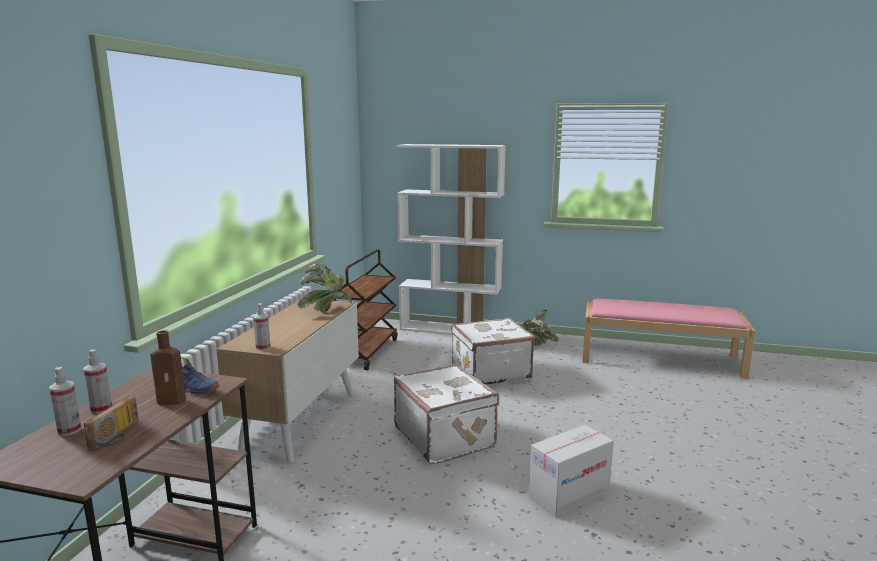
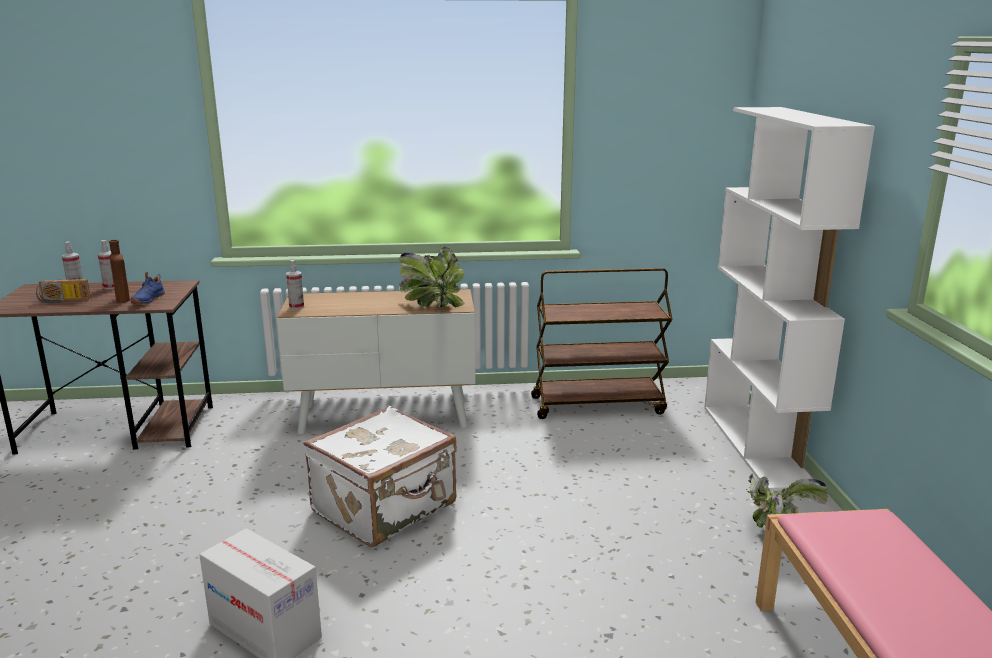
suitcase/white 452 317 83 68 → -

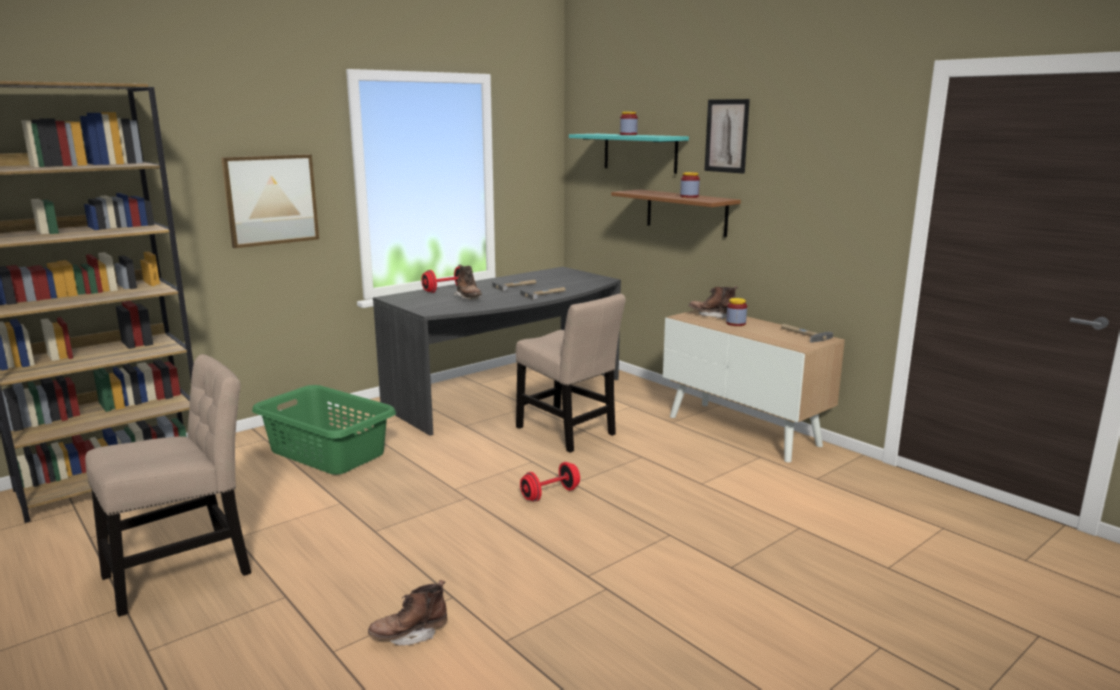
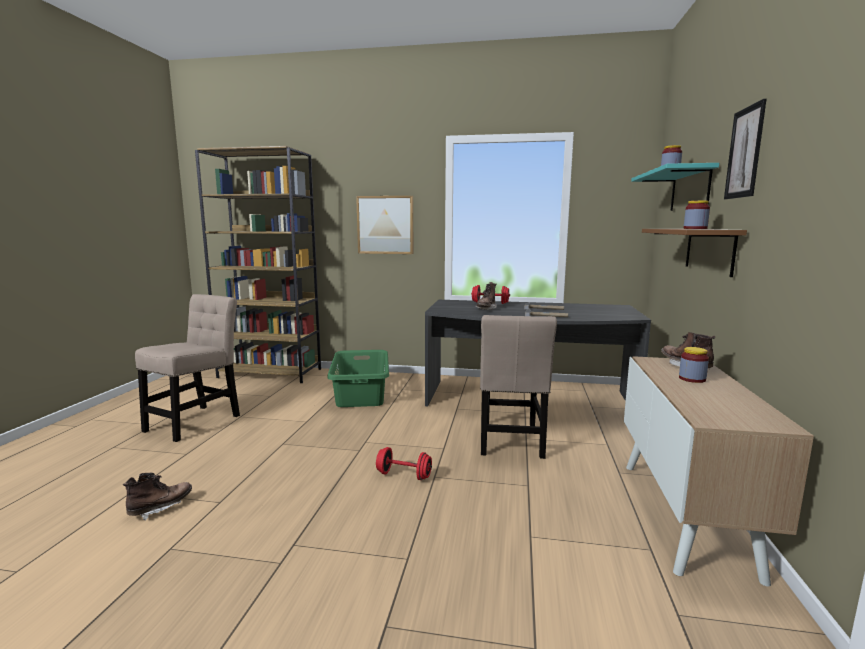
hammer 781 324 52 19 → -
chair/beige 85 354 166 263 → chair/beige 135 294 105 148, 75 degrees counterclockwise
boot/brown 368 580 79 66 → boot/brown 123 473 69 47, 105 degrees clockwise

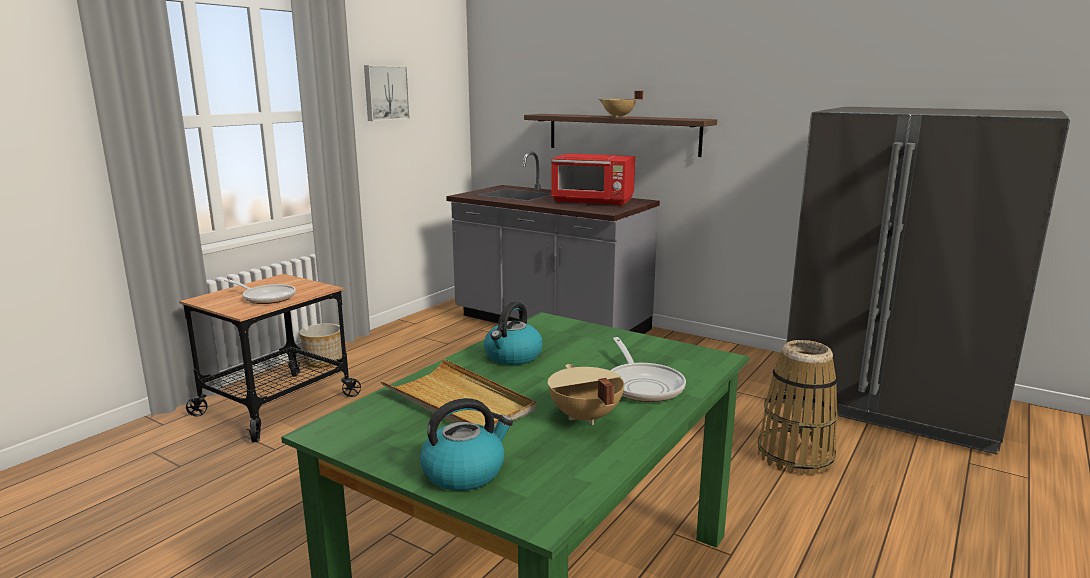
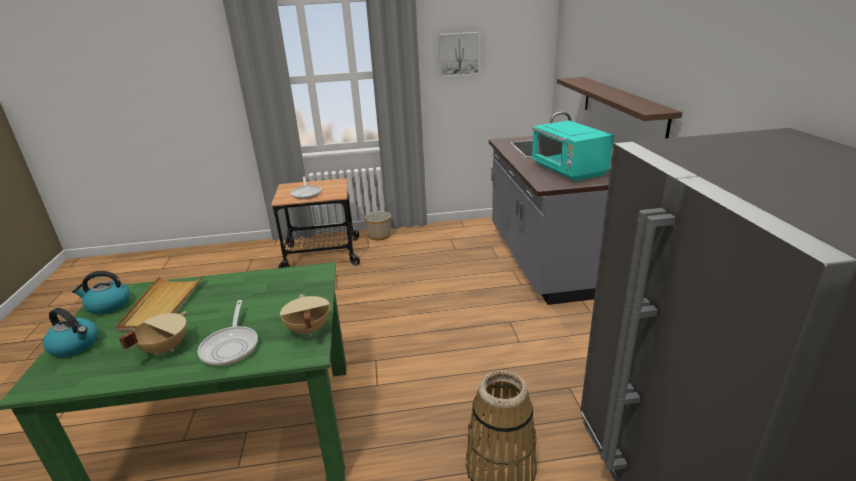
cooking pot/beige 599 91 45 26 → cooking pot/beige 280 294 50 42, move
microwave/red 551 154 84 52 → microwave/turquoise 532 120 82 62
kettle 484 302 59 63 → kettle 72 271 58 43, move
frying pan 610 337 76 65 → frying pan 198 300 60 66, 45 degrees counterclockwise

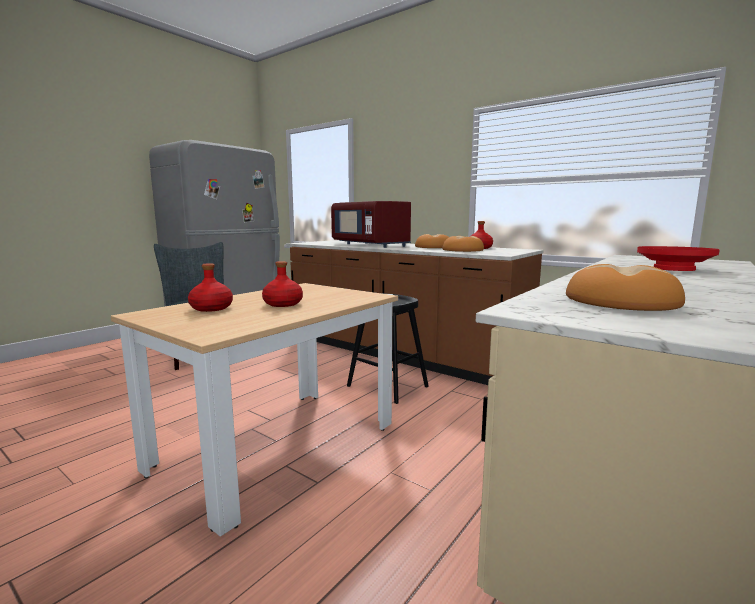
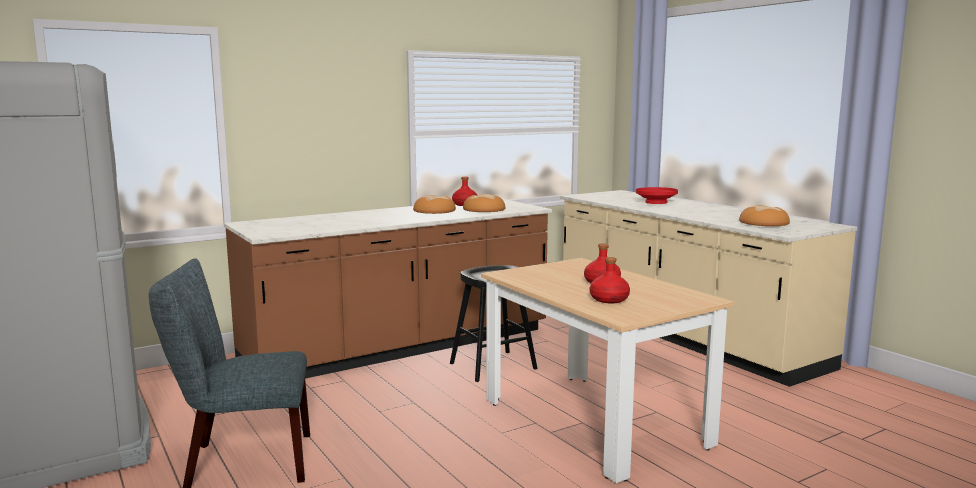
microwave/red 331 201 80 47 → -

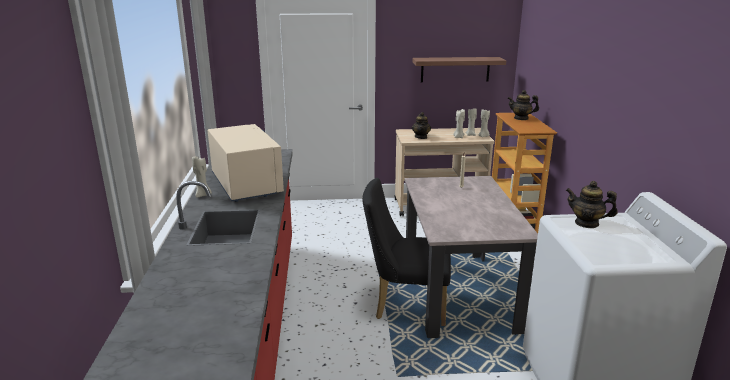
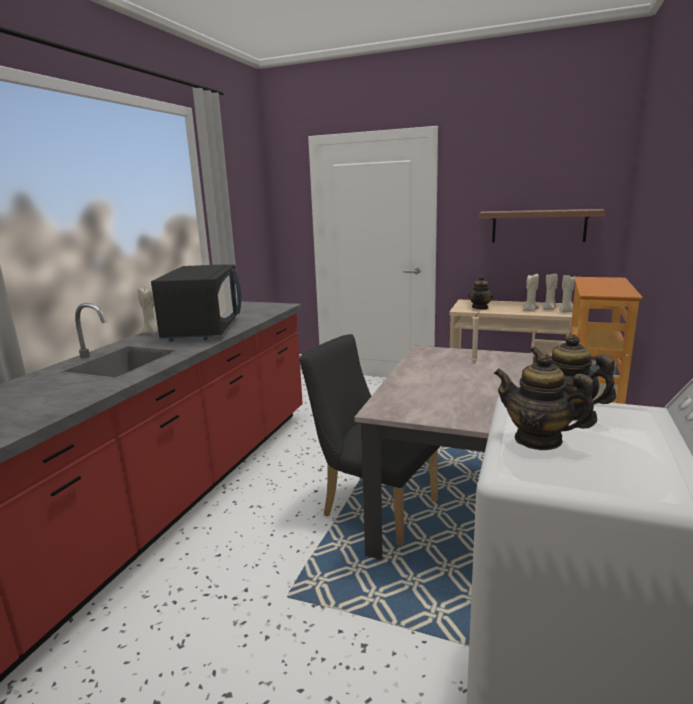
teapot 507 90 32 30 → teapot 494 353 103 97, move
microwave/beige 208 124 76 78 → microwave/black 151 264 90 77

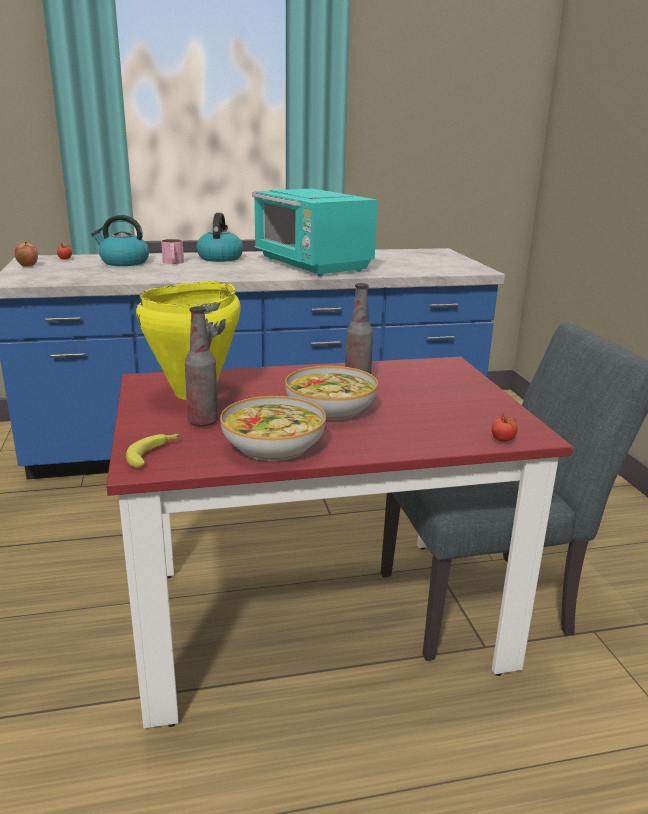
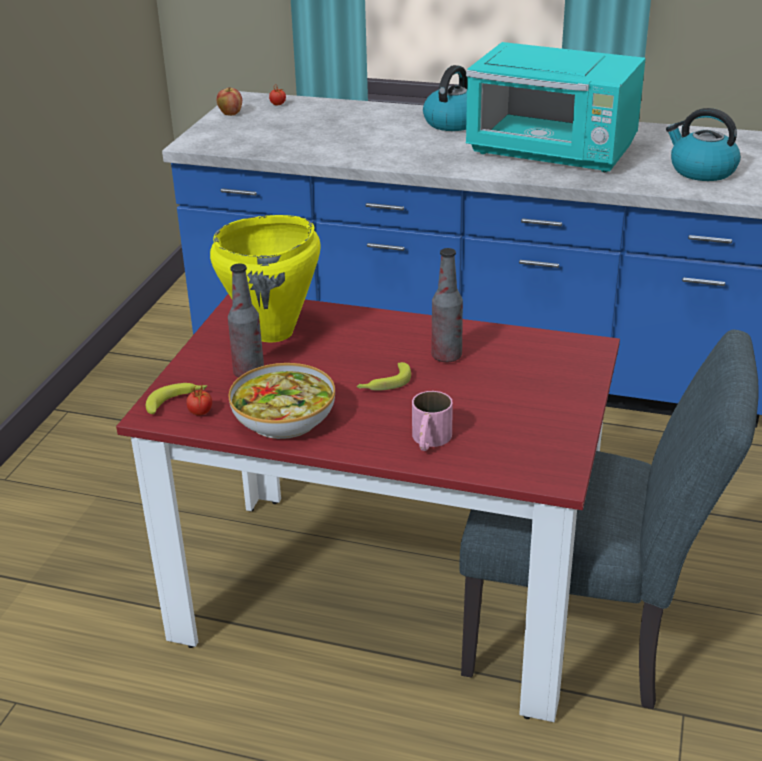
microwave/turquoise 252 189 126 87 → microwave/turquoise 466 42 180 130, 60 degrees counterclockwise
kettle 91 215 58 51 → kettle 666 108 75 73, move
mug/pink 161 239 23 25 → mug/pink 412 391 41 60, move
bowl 285 366 93 54 → banana 357 362 54 29
tomato 492 411 25 31 → tomato 186 385 26 31, move

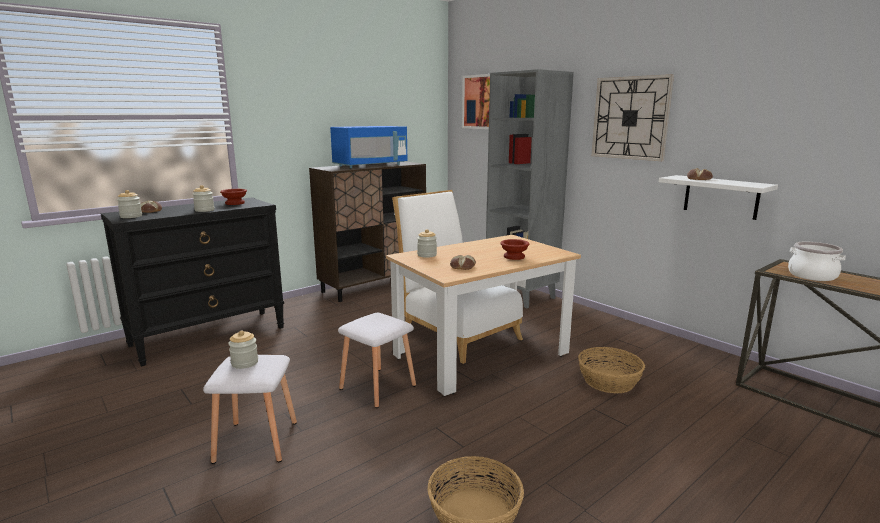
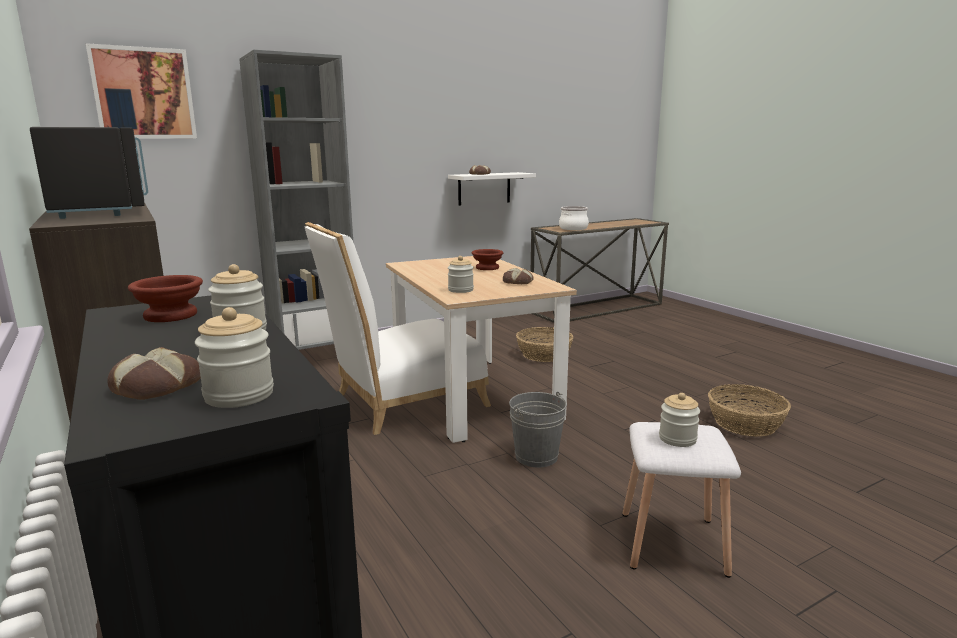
wall clock 592 74 82 87 → -
microwave/blue 330 126 77 42 → microwave/black 30 127 118 92
stool/white 338 313 78 95 → bucket/grey 509 392 58 75

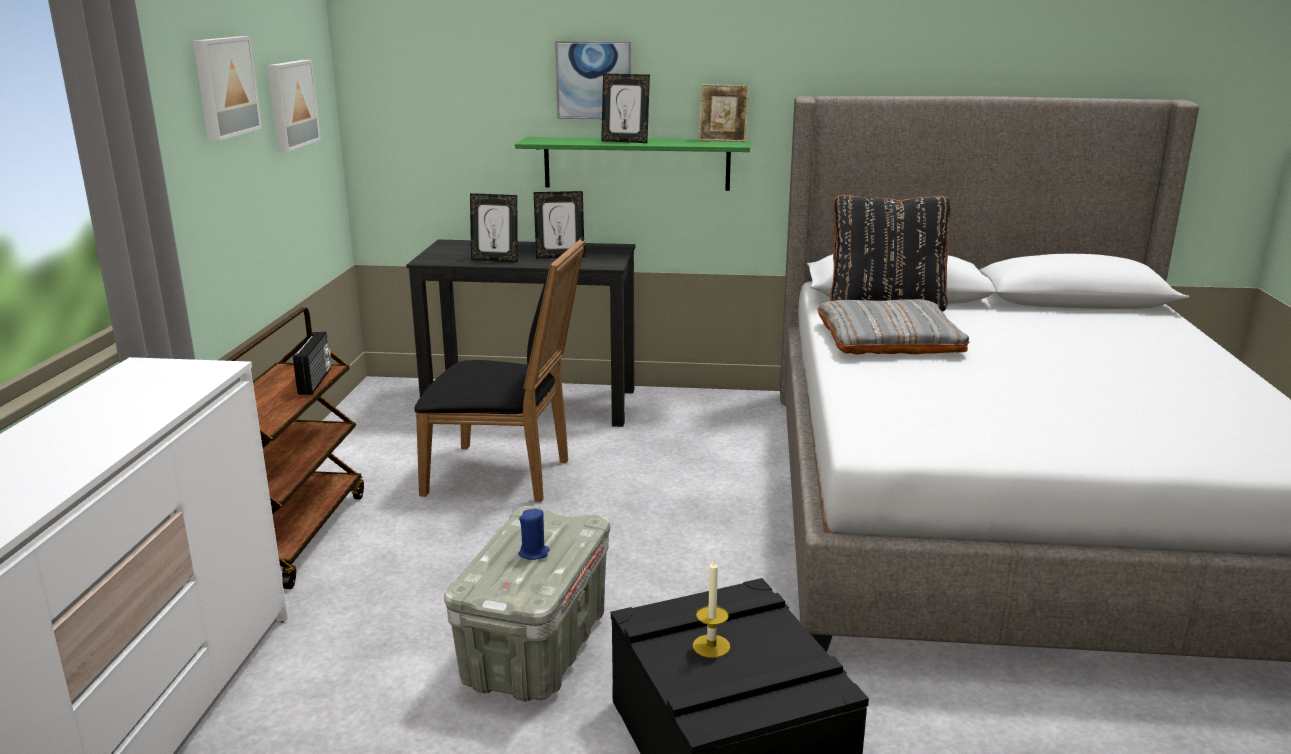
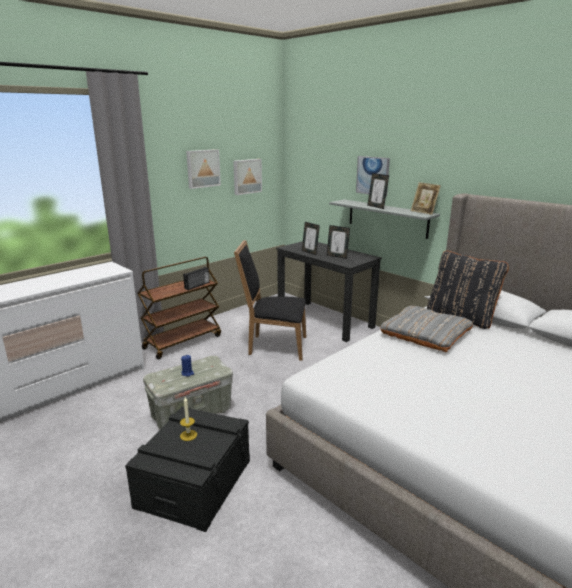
shelf/green 515 137 235 54 → shelf/grey 329 199 111 40
chair/black 415 239 170 263 → chair/black 234 240 72 121, 135 degrees clockwise

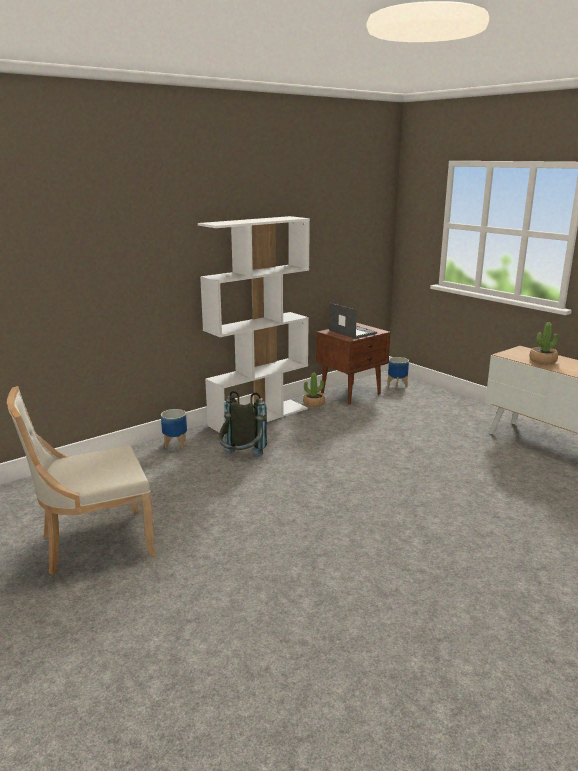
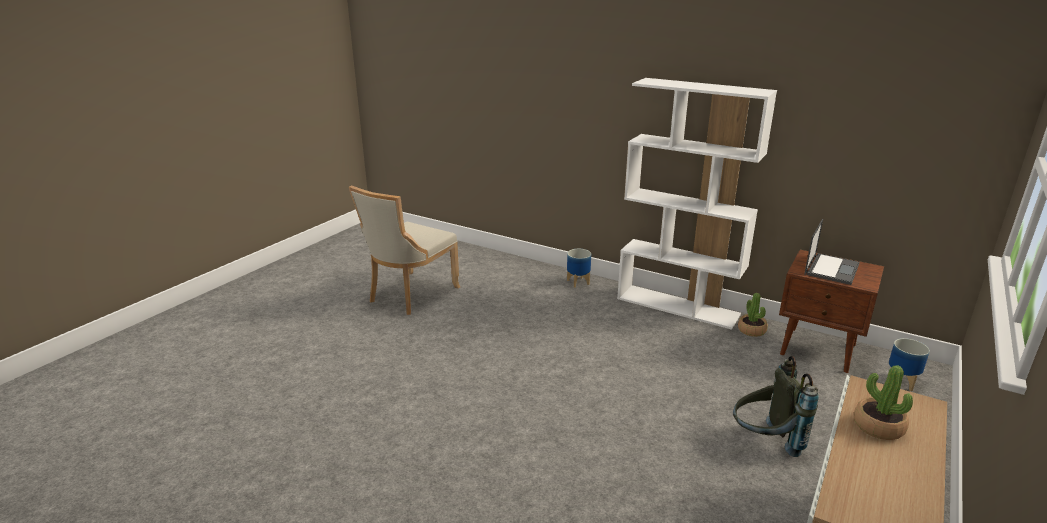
chair/beige 7 386 150 189 → chair/beige 349 185 111 130, 105 degrees counterclockwise
backpack/grey 219 391 48 65 → backpack/grey 733 356 86 101, move

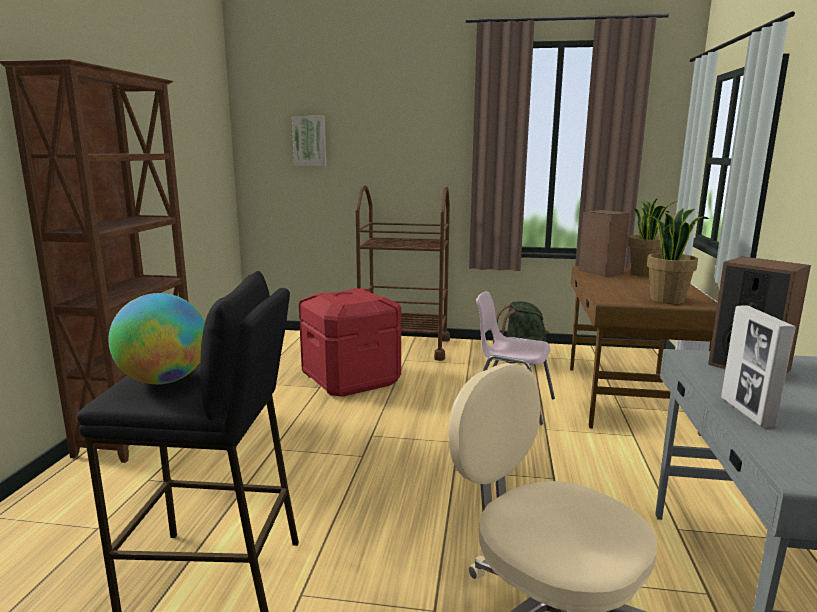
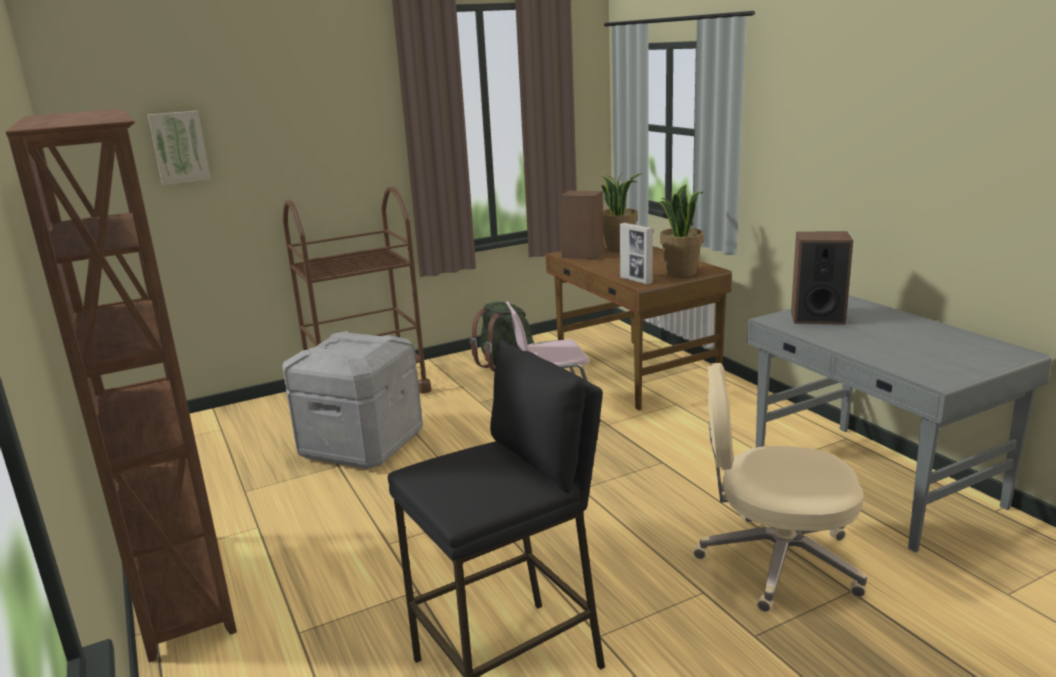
storage box/red 299 288 102 109 → storage box/grey 282 331 141 138
globe 108 293 97 91 → -
picture frame 721 305 75 123 → picture frame 620 223 33 62, move

